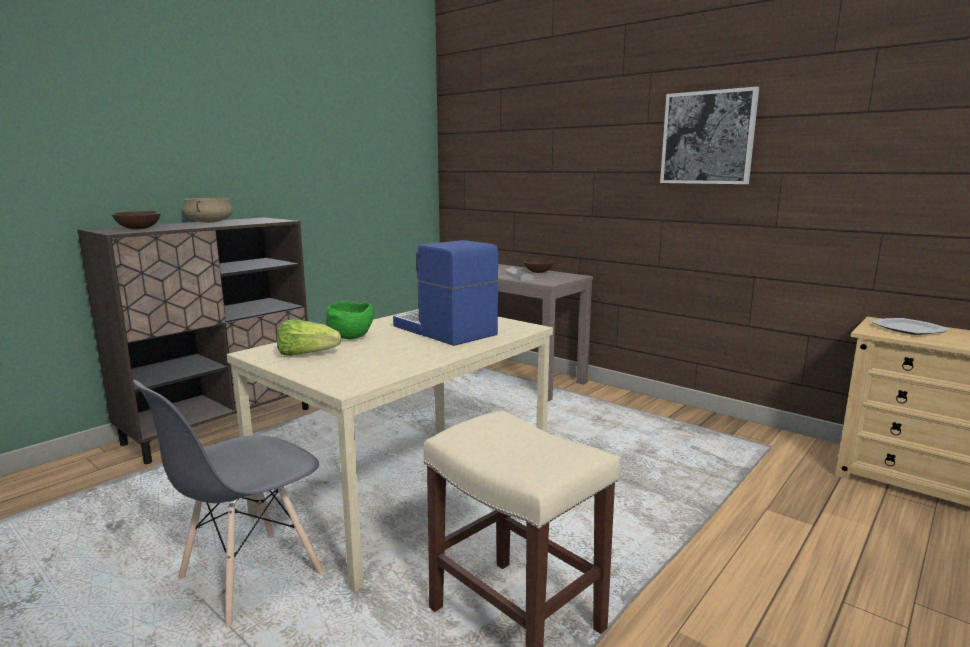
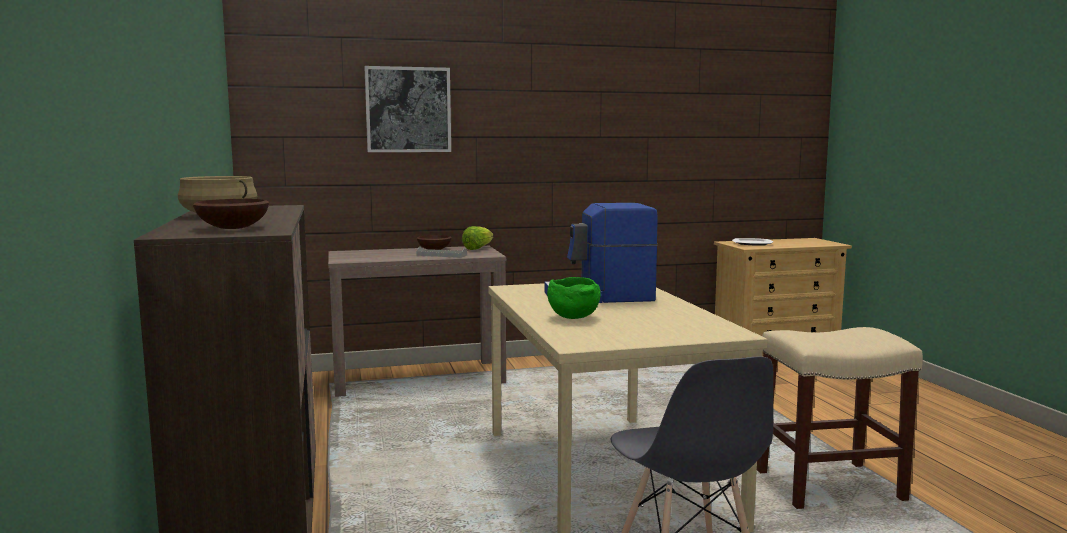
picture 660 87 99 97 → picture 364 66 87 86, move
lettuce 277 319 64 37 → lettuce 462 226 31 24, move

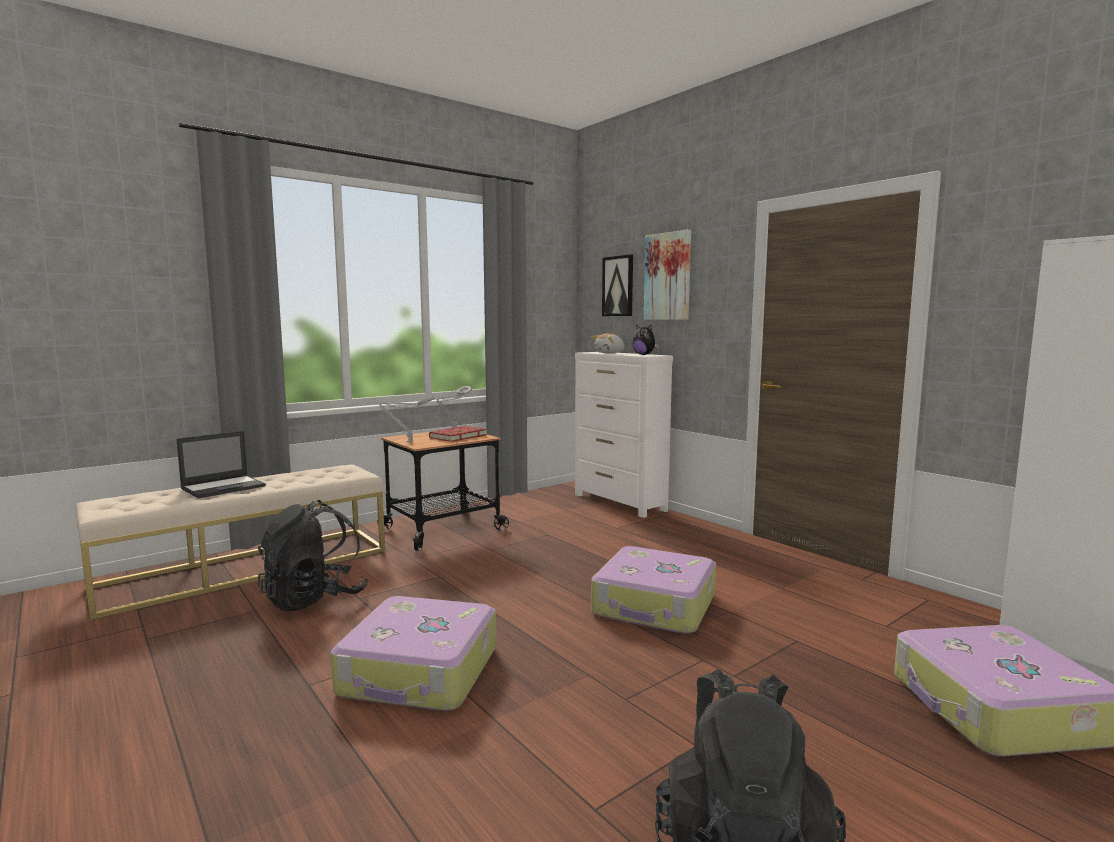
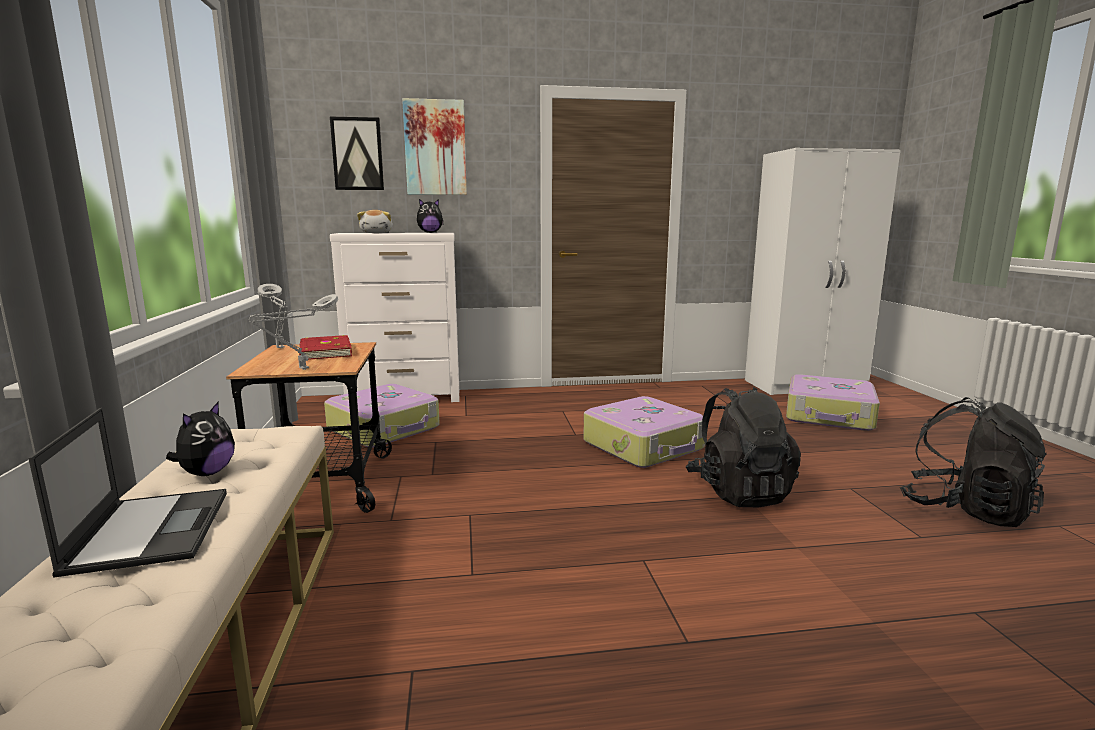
backpack/black 258 500 111 111 → backpack/black 686 387 115 120, move
suitcase 331 596 165 115 → suitcase 324 384 116 64, move
- → plush toy 166 401 69 75

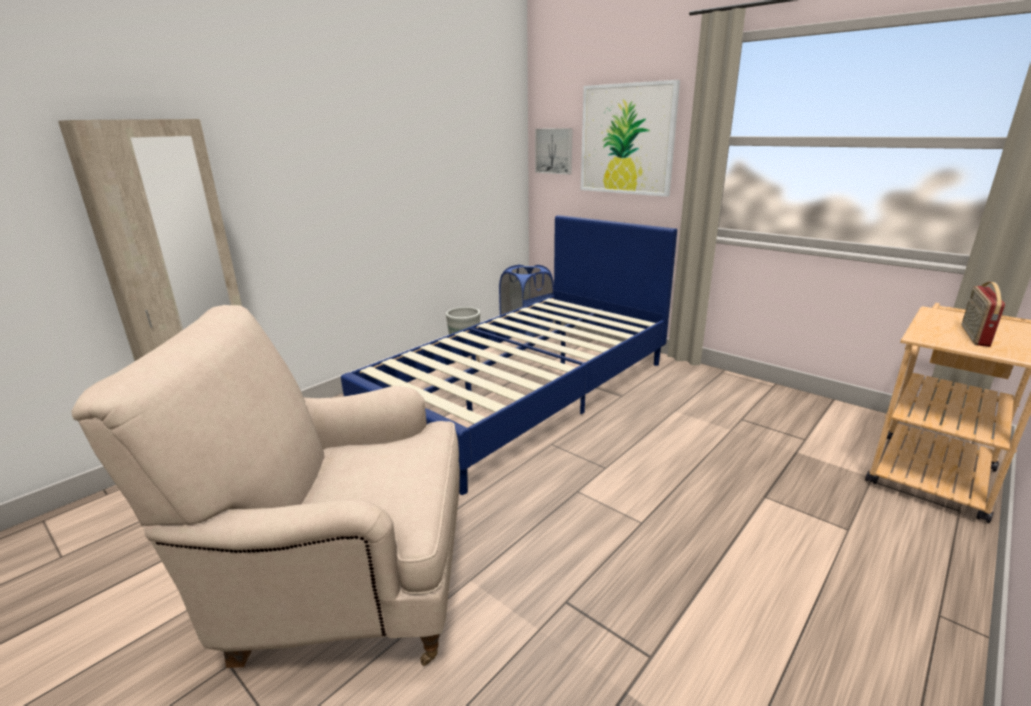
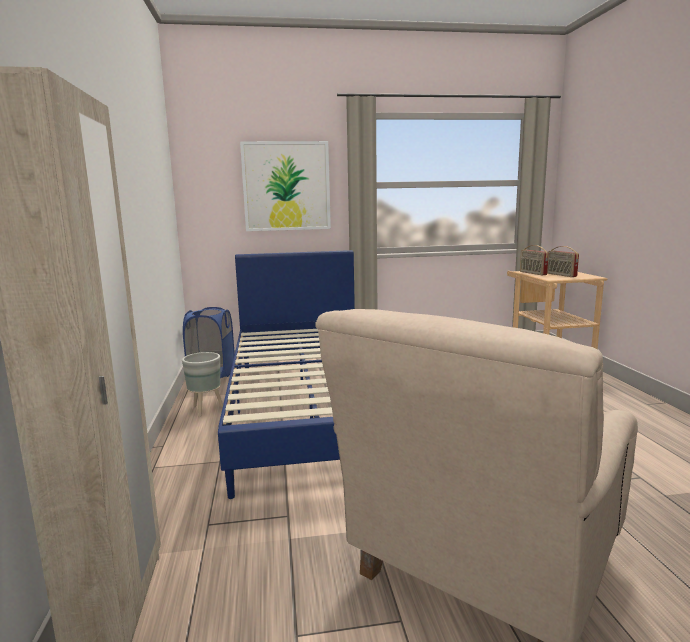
picture 535 128 38 47 → -
- → radio 520 245 29 30

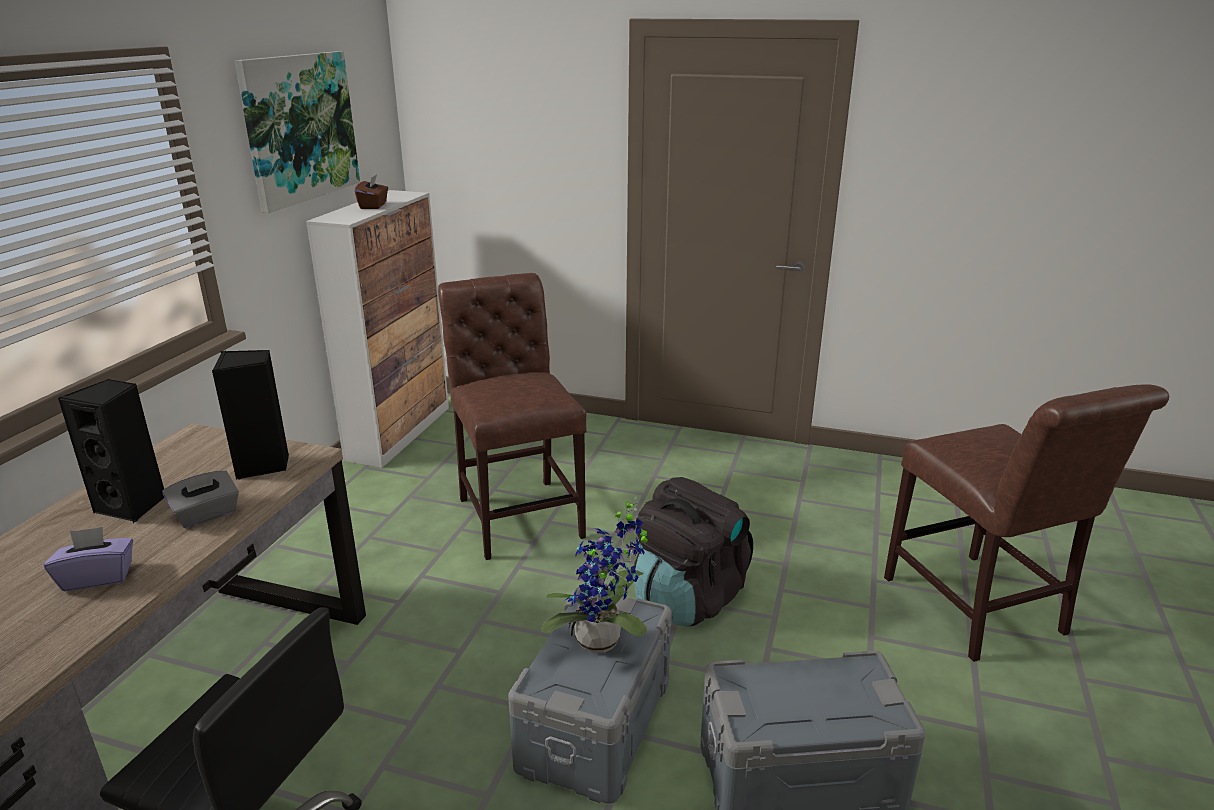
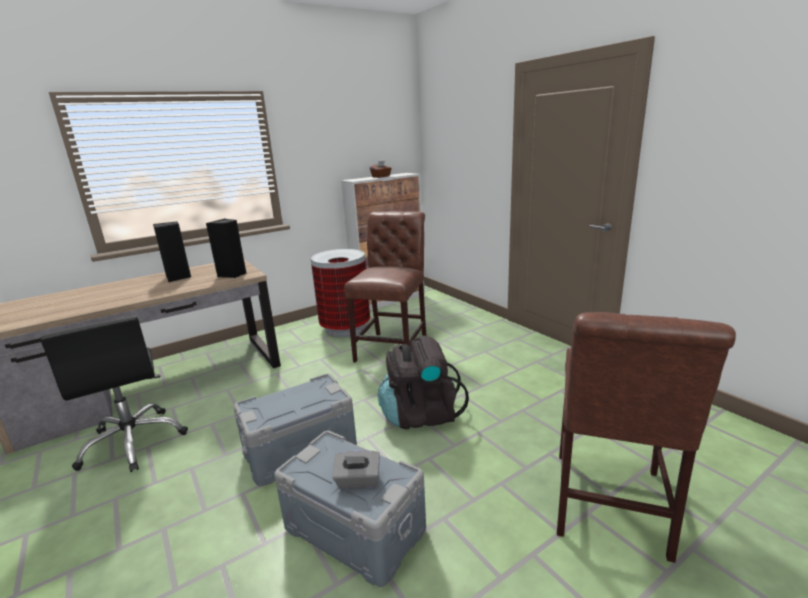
picture 235 51 125 162 → -
tissue box/grey 162 471 77 58 → tissue box/grey 332 450 48 39, move
potted plant 541 497 107 156 → -
tissue box/purple 44 527 89 64 → -
- → trash can 311 249 59 88

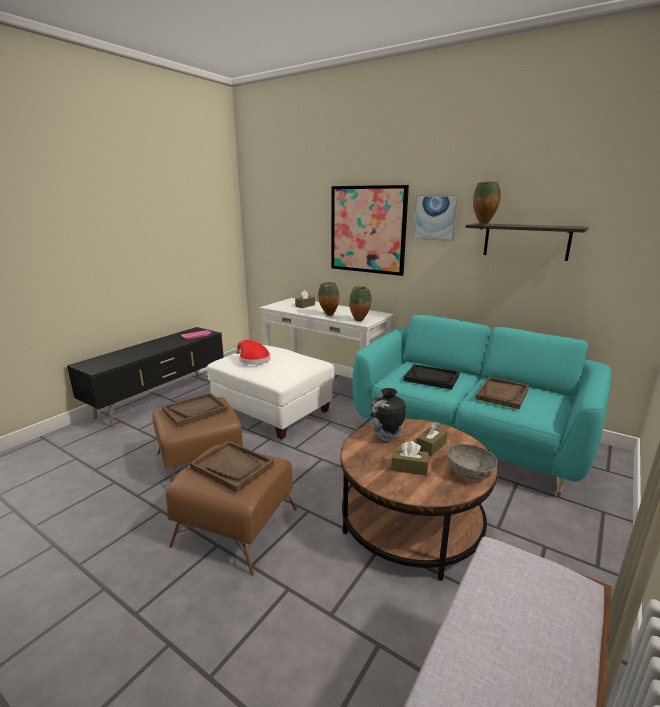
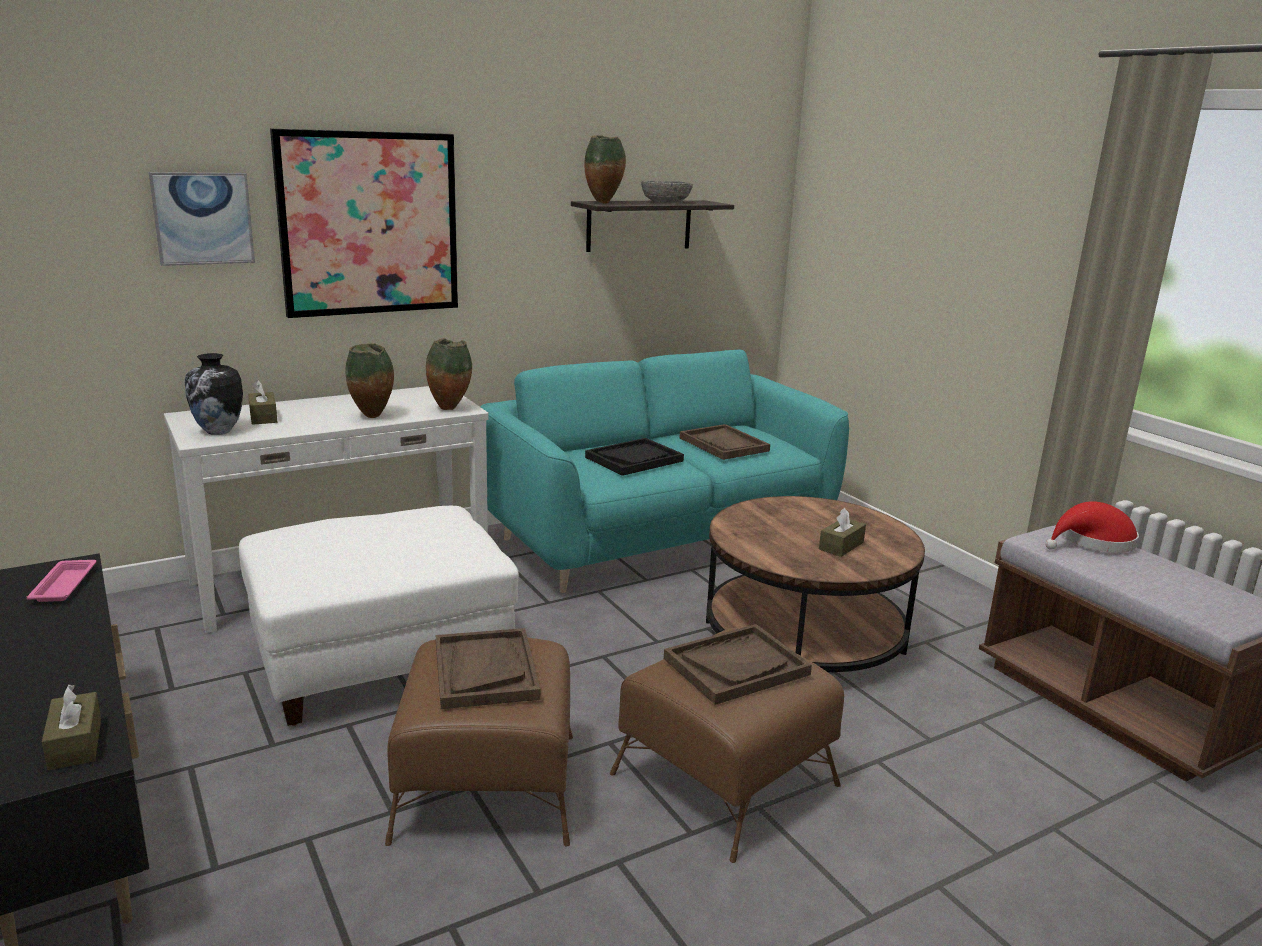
picture 413 195 46 46 → picture 149 172 106 94, move
hat/red 236 340 34 25 → hat/red 1045 501 94 52, move
vase 370 388 36 53 → vase 184 353 59 82, move
tissue box/brown 416 422 32 34 → tissue box/brown 42 684 59 86, move
bowl/grey 447 444 50 36 → bowl/grey 641 181 52 22, move

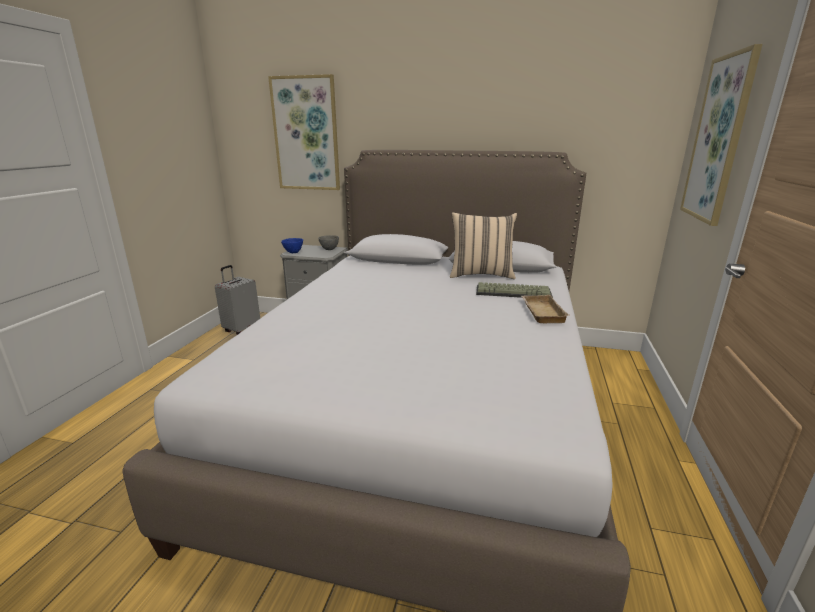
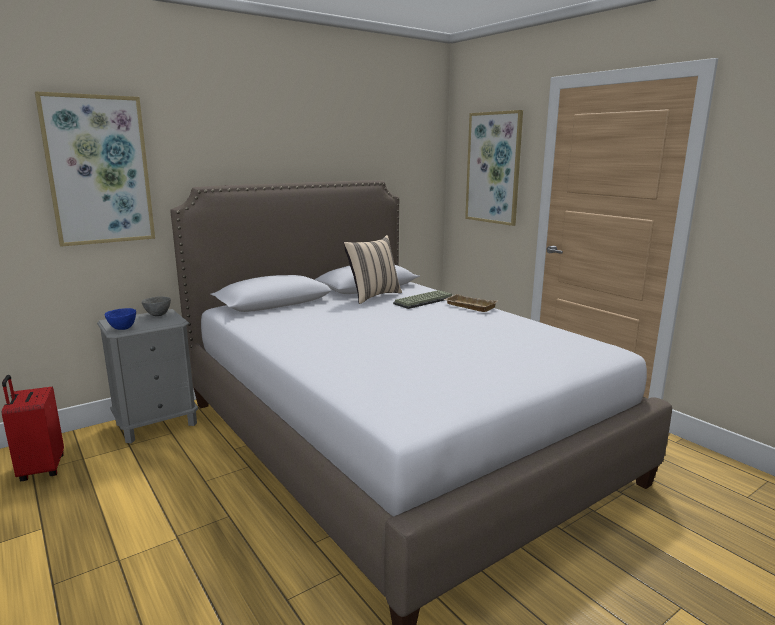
suitcase/grey 215 265 45 70 → suitcase/red 2 375 62 106

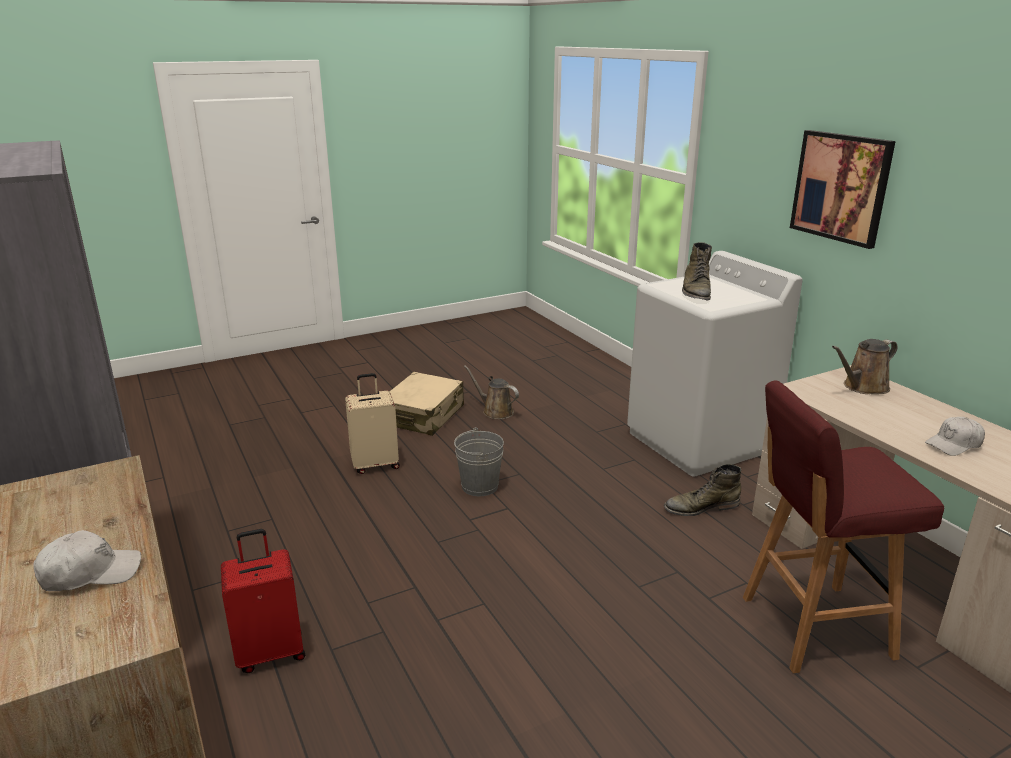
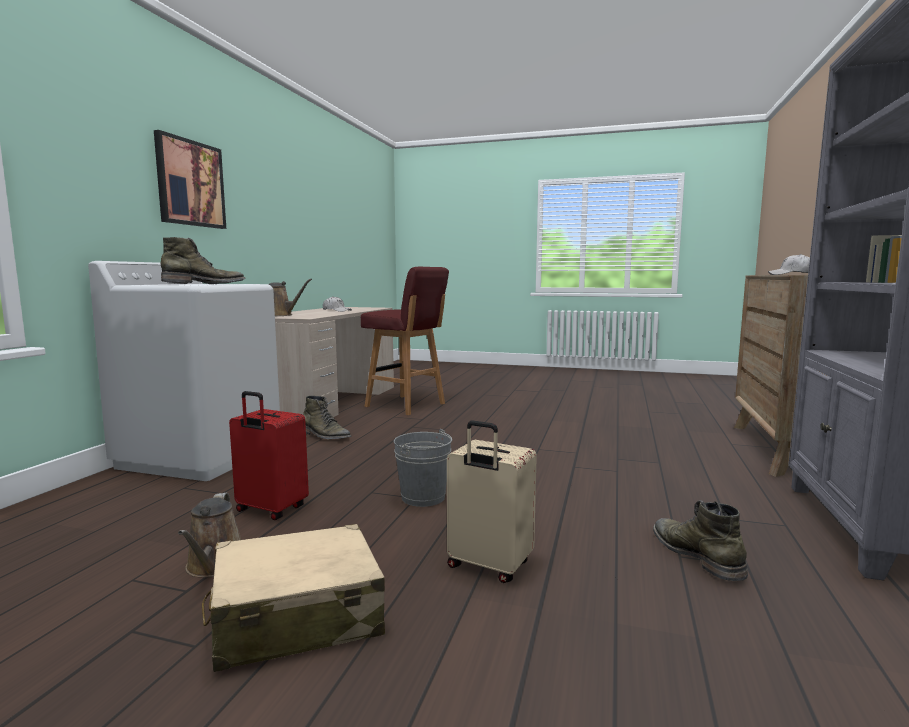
suitcase/red 221 529 84 144 → suitcase/red 229 391 80 129, move
- → boot/green 653 500 95 81

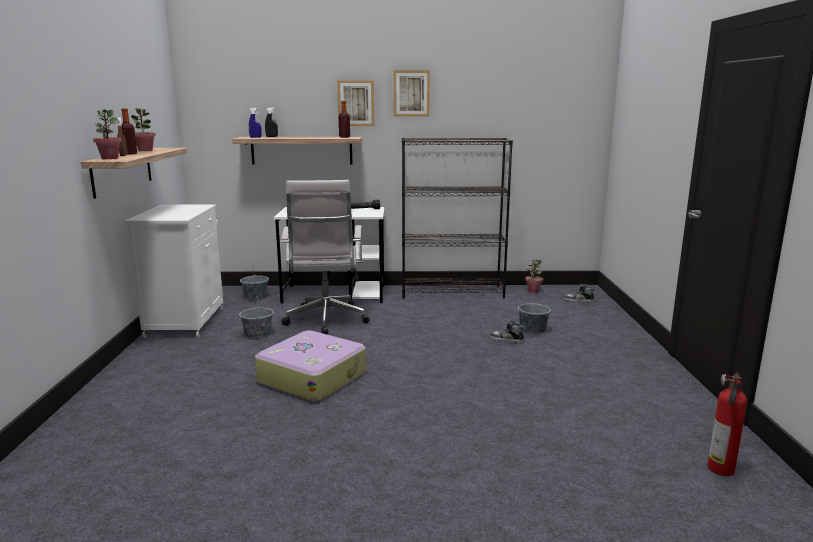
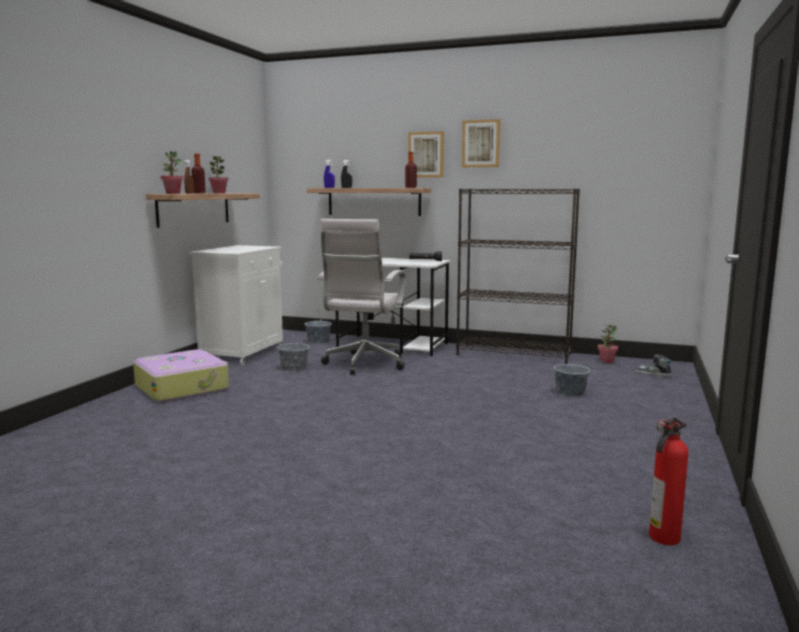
shoe 490 320 35 23 → -
suitcase 255 330 111 72 → suitcase 133 349 96 53, move

